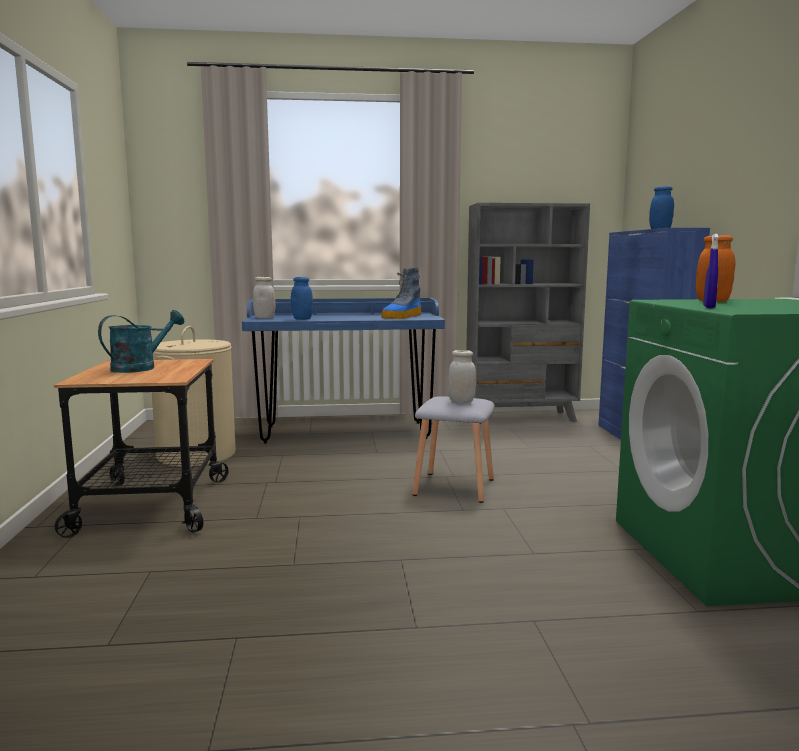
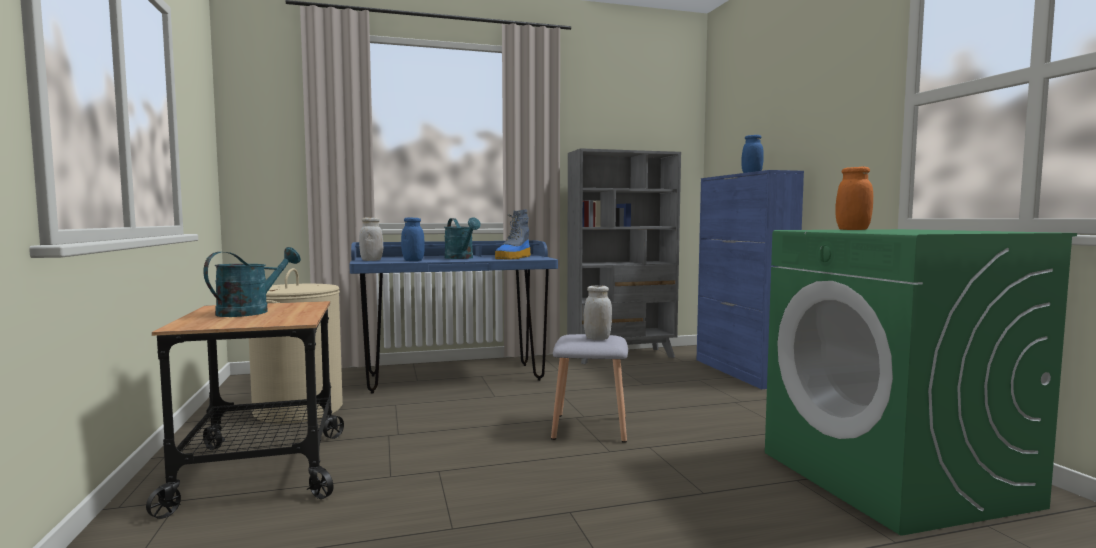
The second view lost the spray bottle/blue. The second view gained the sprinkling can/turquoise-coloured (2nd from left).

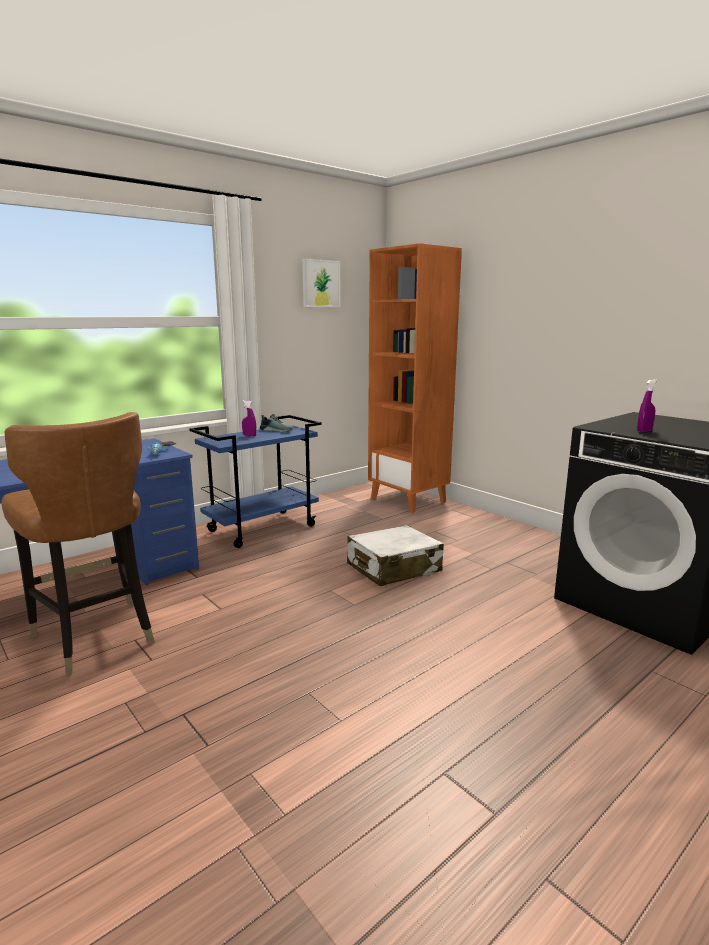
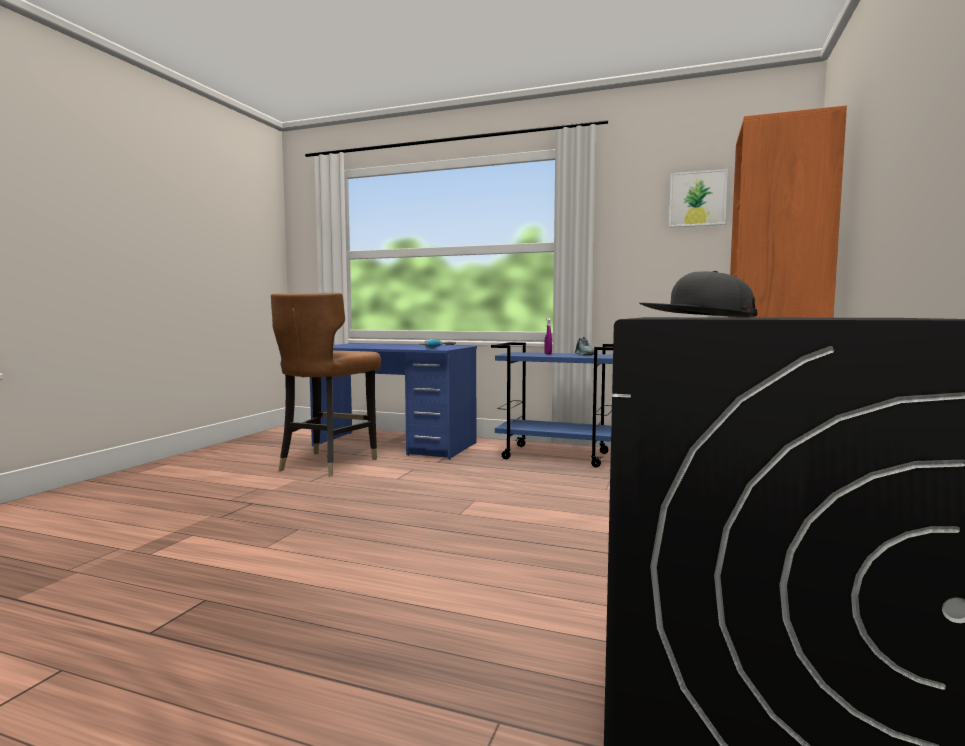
Where the spray bottle/purplish (2nd from left) stood, the cap/gray came to stand. The second view lost the suitcase/white.

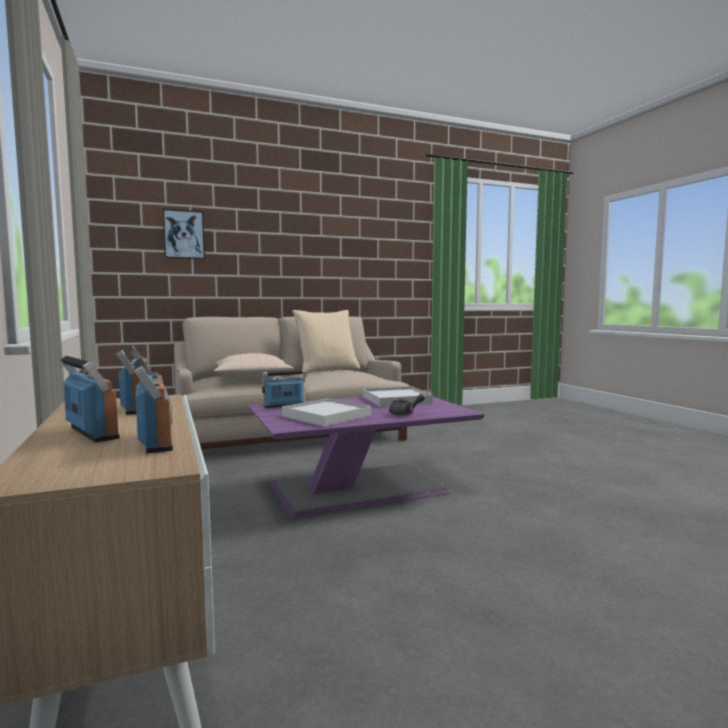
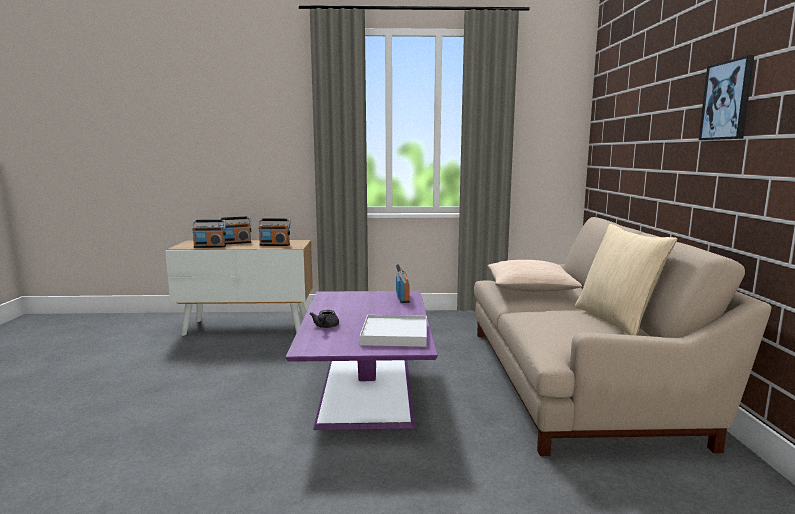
The picture ended up elsewhere. The second view lost the tray/white (1st from left).

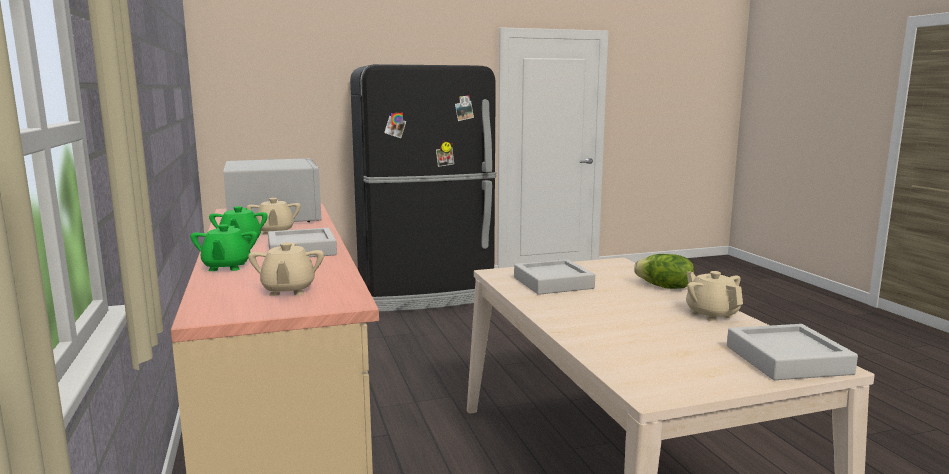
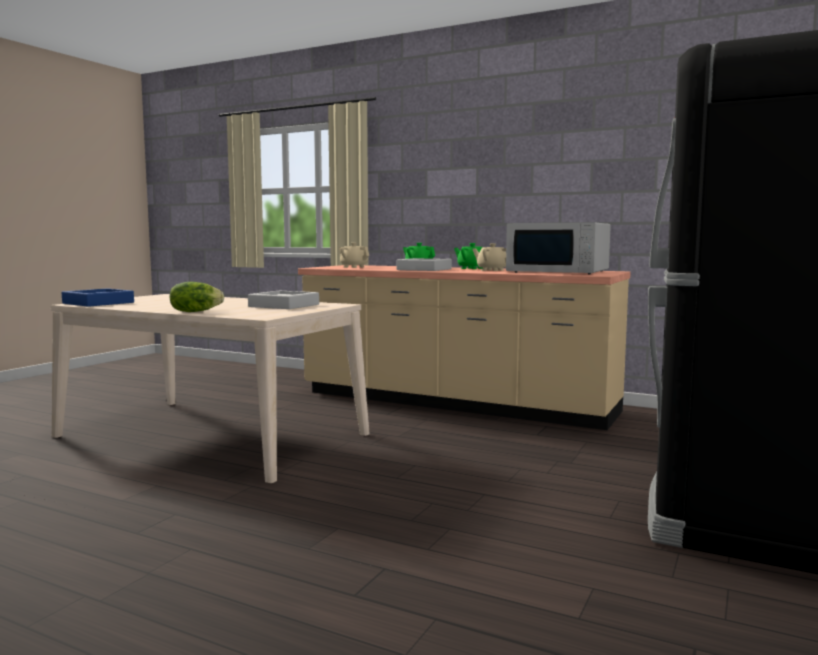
The second view lost the pot for tea/beige (3rd from left). What was the tray/gray (3rd from left) turned into the tray/blue.

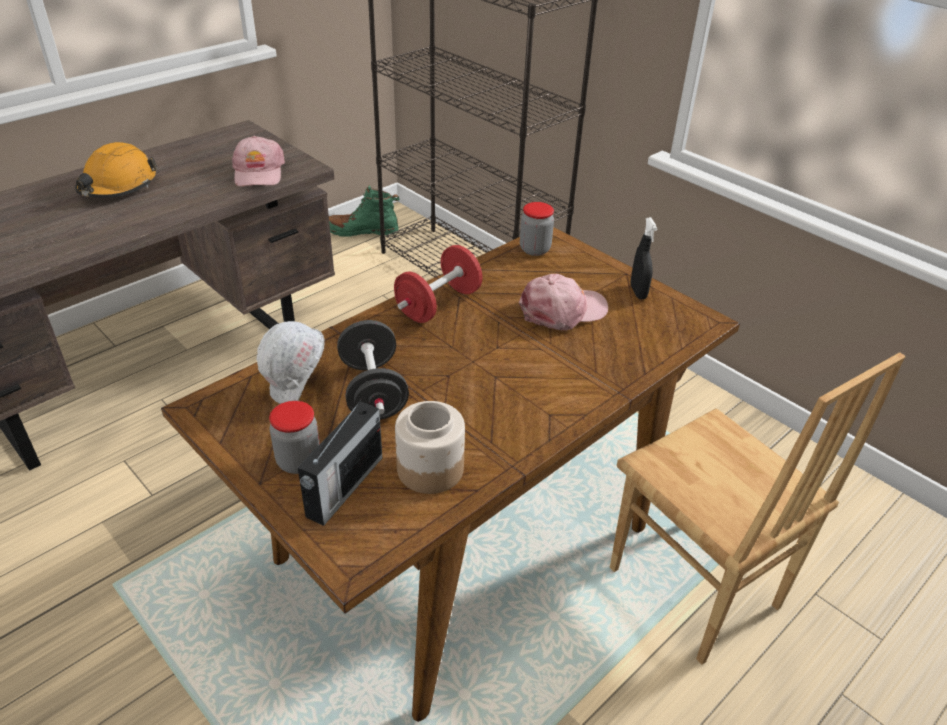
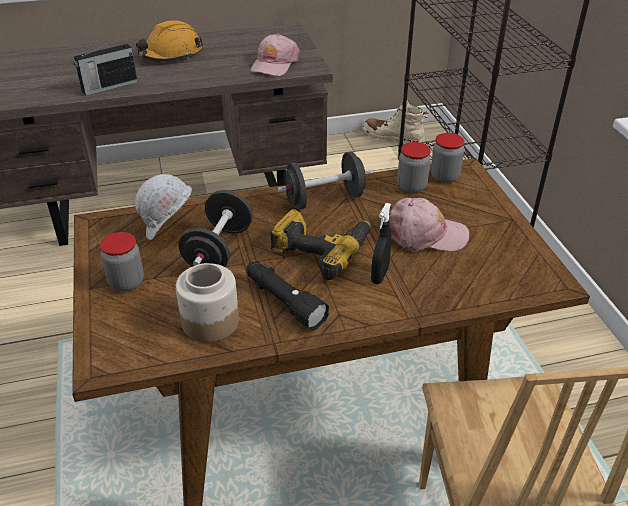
What was the high-top boot/greenish turned into the high-top boot/beige. The spray bottle/black-coloured ended up elsewhere. What was the free weight/red-coloured turned into the free weight/black-coloured (2nd from left). The radio receiver ended up elsewhere. The second view gained the storage jar (3rd from left). The second view gained the power drill. The second view gained the flashlight/black-coloured.

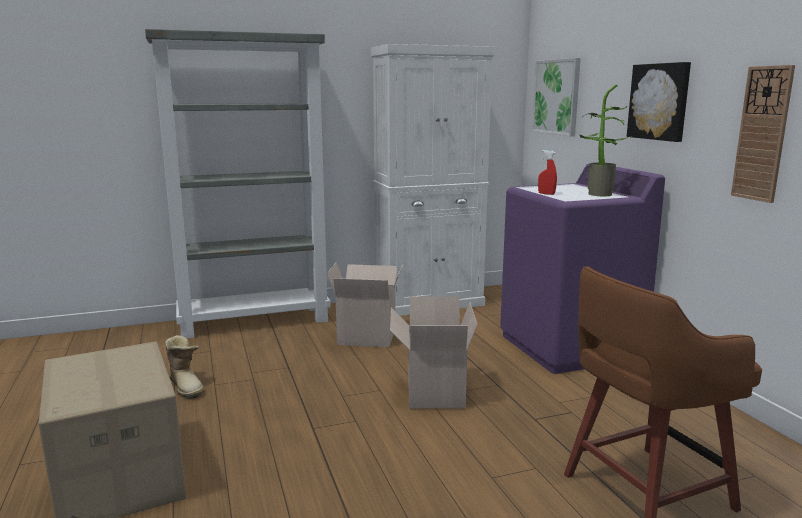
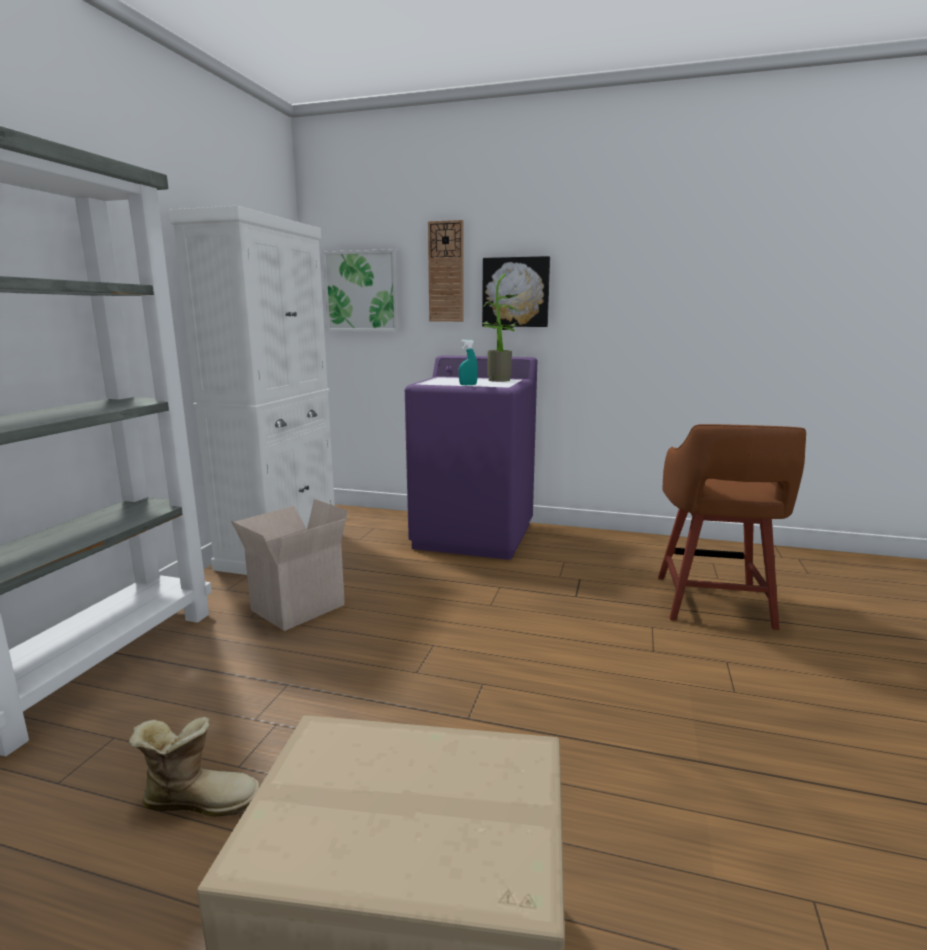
The hanging clock ended up elsewhere. What was the spray bottle/red-coloured turned into the spray bottle/turquoise-coloured. The second view lost the cardboard box (3rd from left).

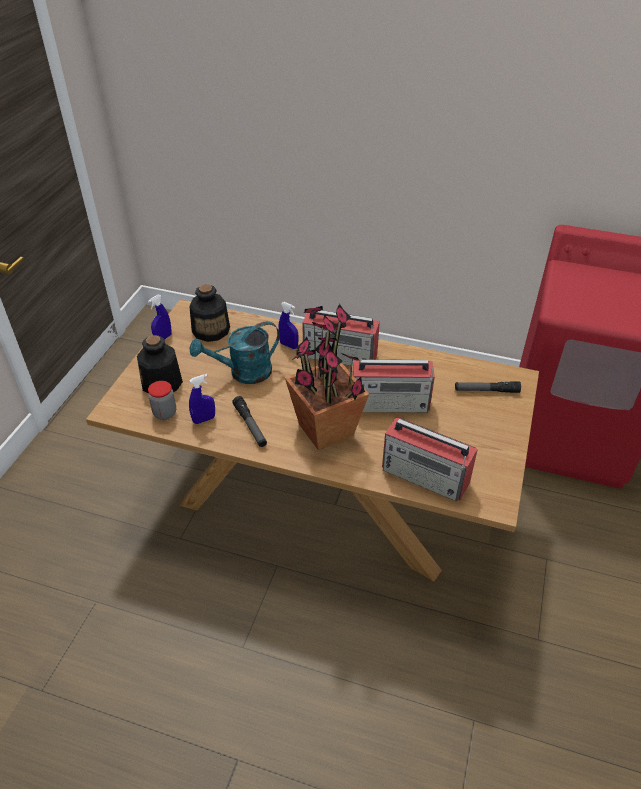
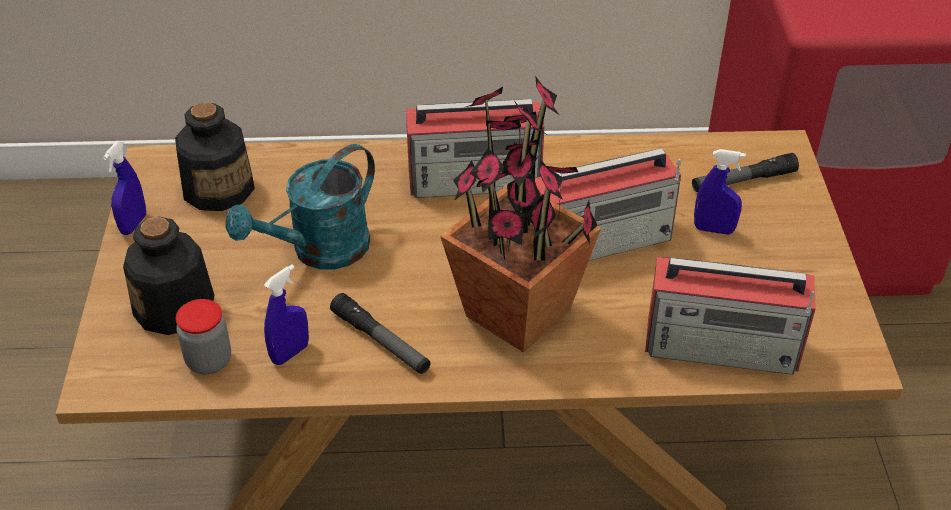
The spray bottle/blue (3rd from left) ended up elsewhere.

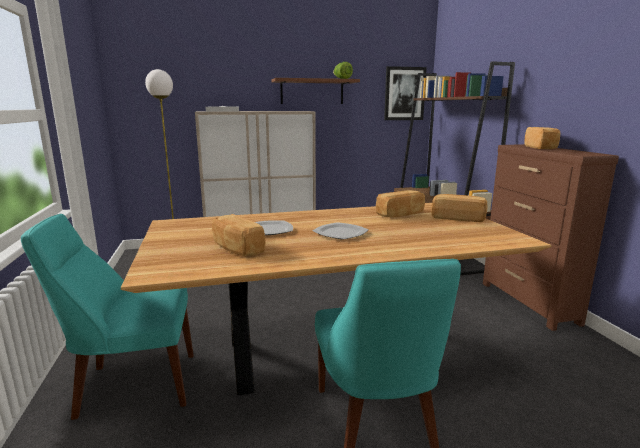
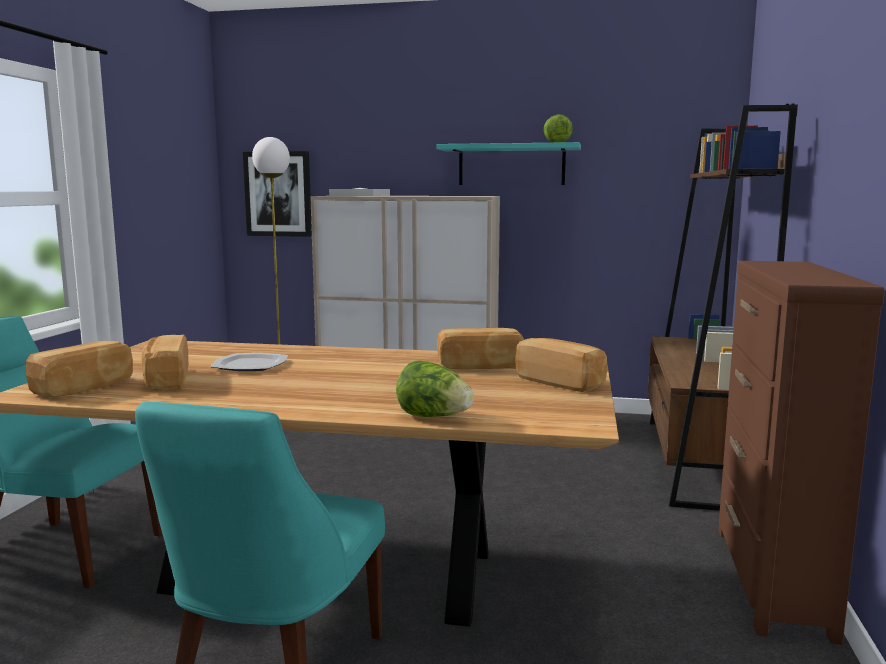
The picture ended up elsewhere. What was the bracket shelf/brownish turned into the bracket shelf/turquoise-coloured. The bread (4th from left in the first image) ended up elsewhere. The second view lost the plate (2nd from left). The second view gained the lettuce head (1st from left).

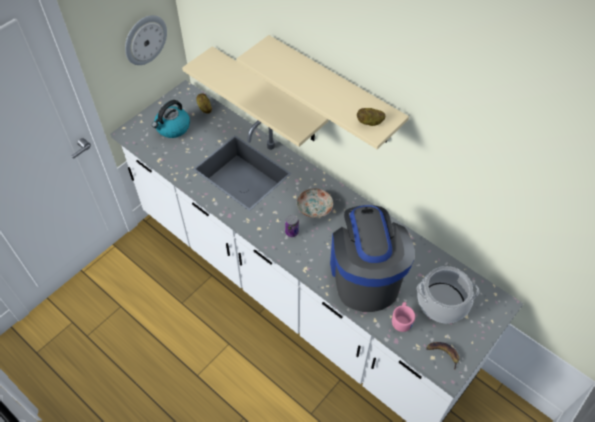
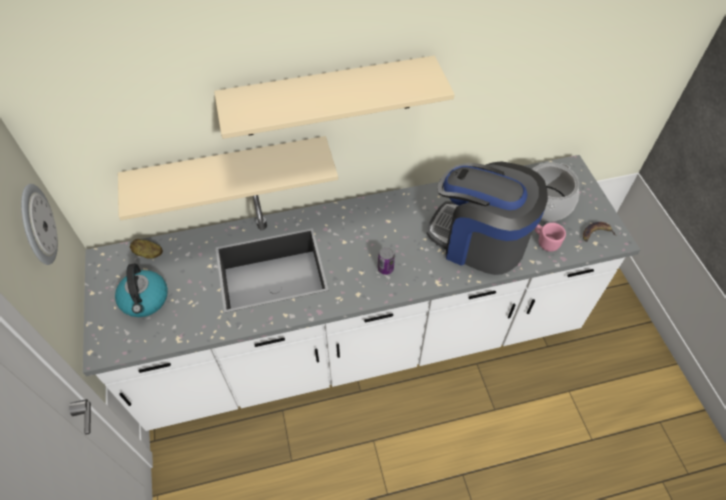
The second view lost the potato (2nd from left). The second view lost the plate.

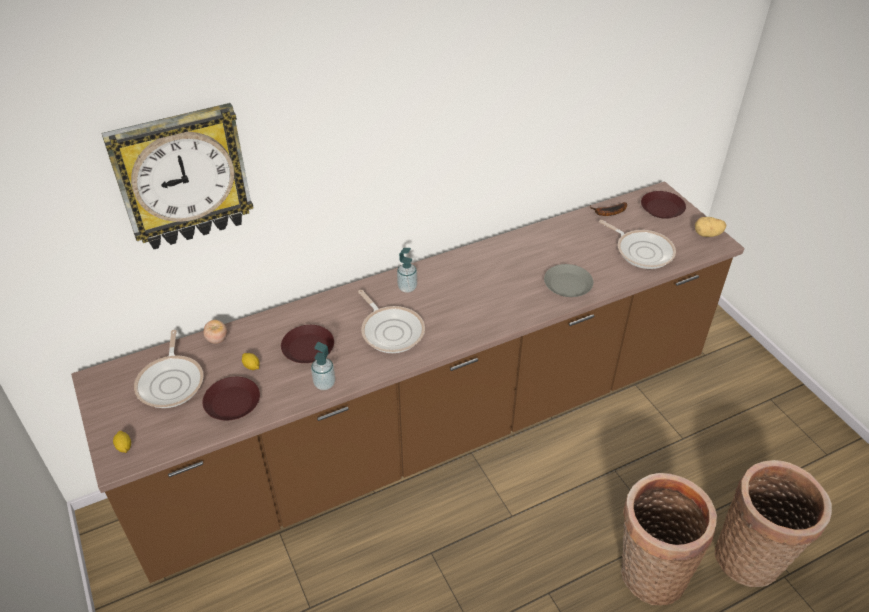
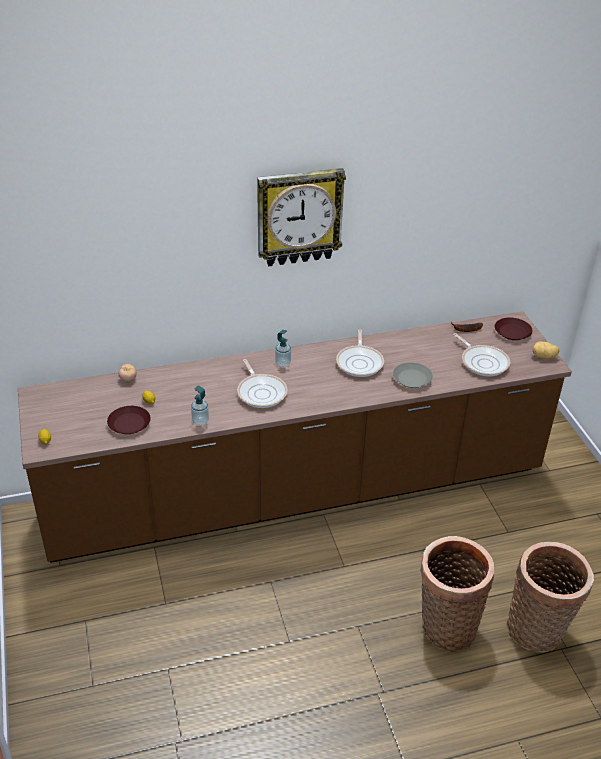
The hanging clock ended up elsewhere. The second view lost the plate/brownish (2nd from left). The pan (1st from left in the first image) ended up elsewhere.

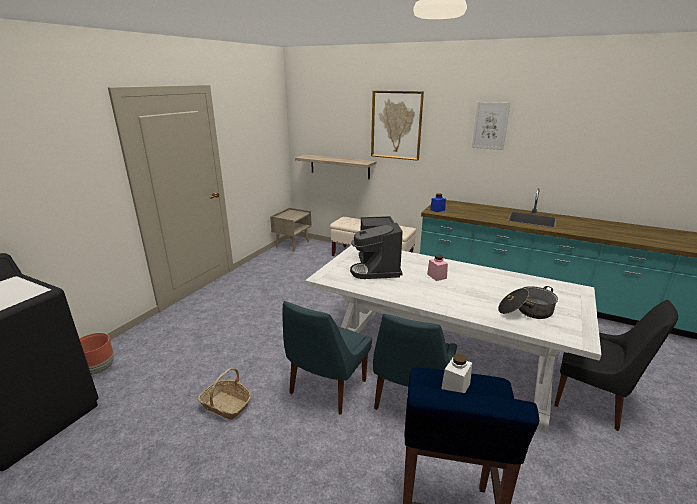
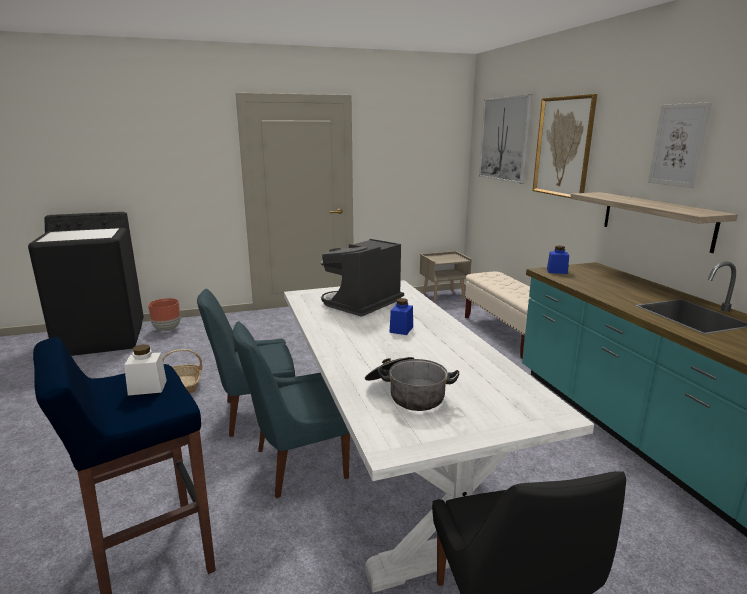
The bracket shelf ended up elsewhere. What was the storage jar/pink-coloured turned into the storage jar/blue (1st from left). The second view gained the picture (1st from left).

